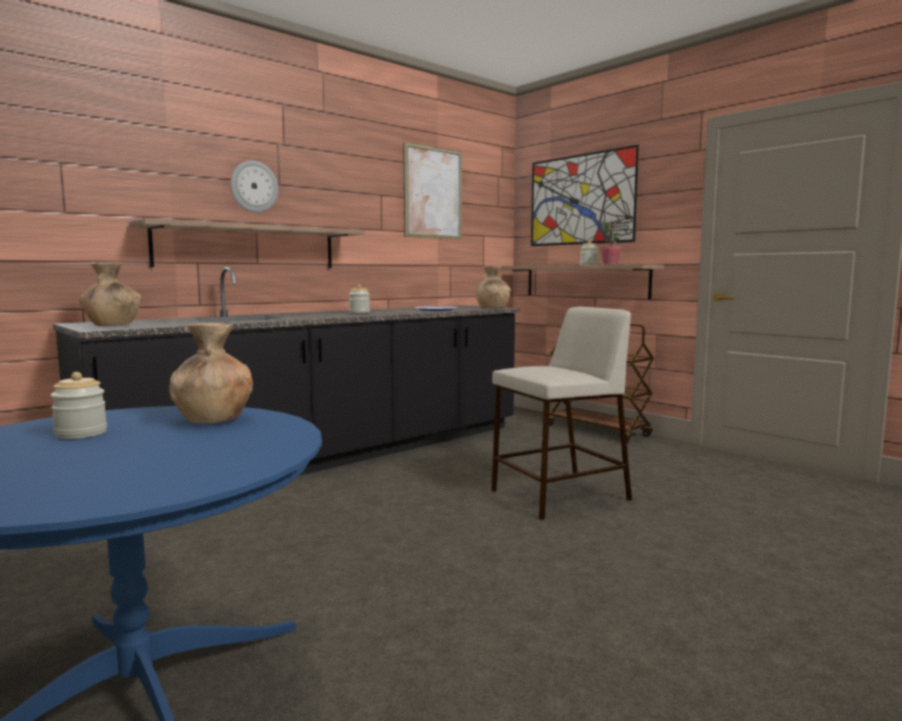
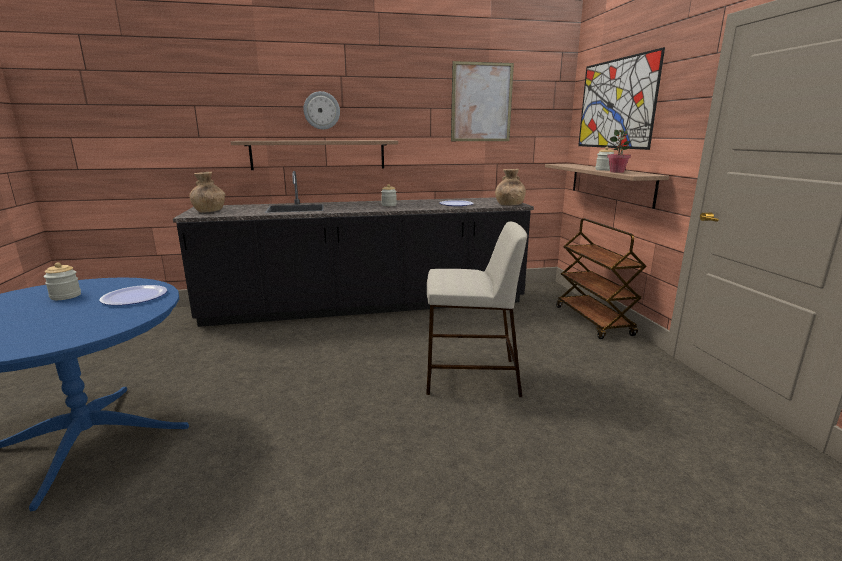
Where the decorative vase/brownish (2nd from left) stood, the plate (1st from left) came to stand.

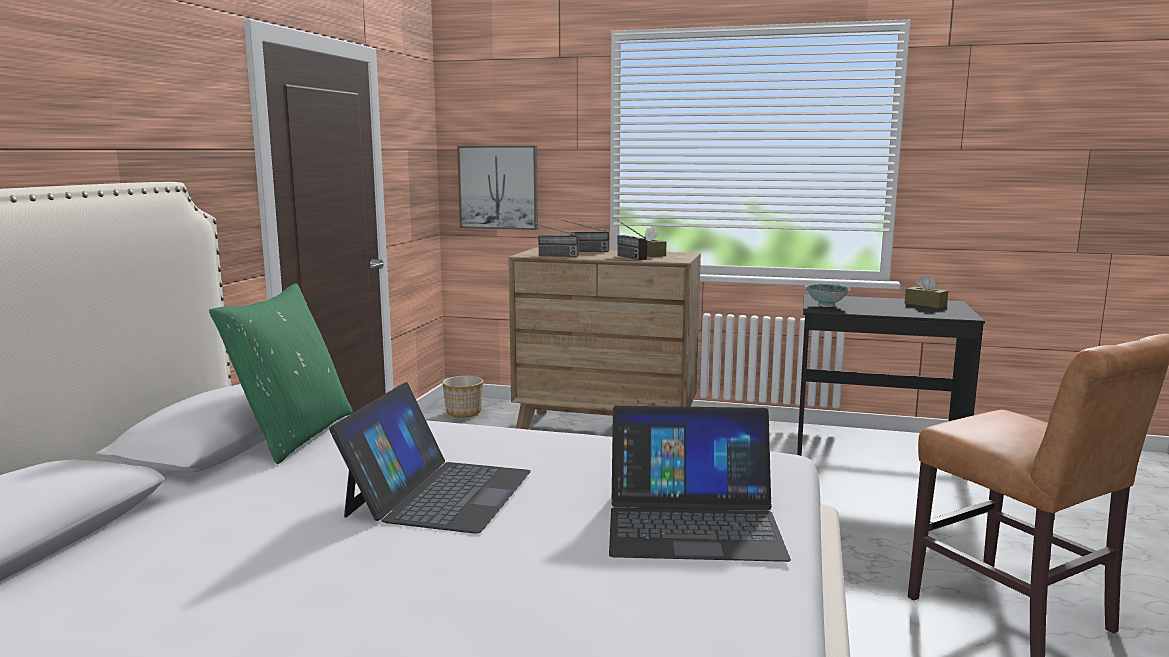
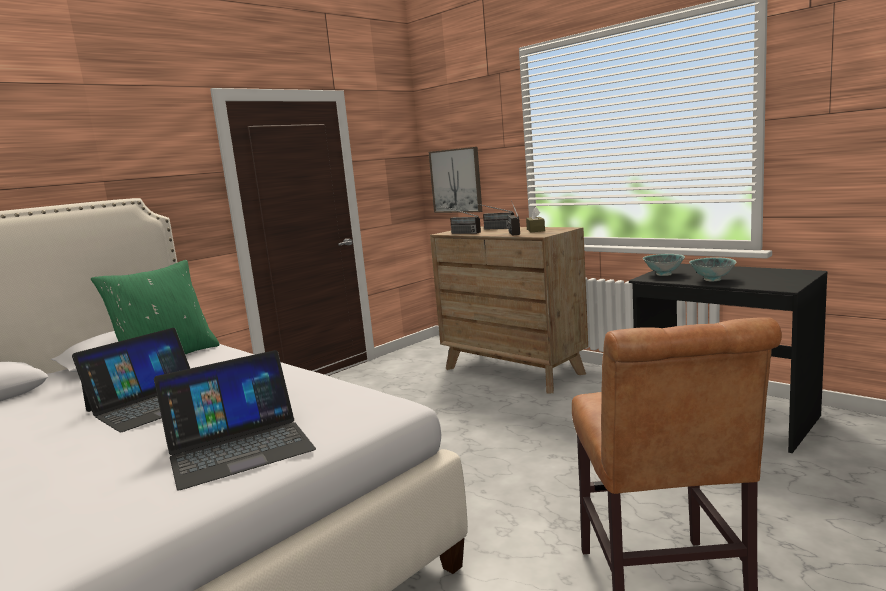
The second view lost the box of tissues/brownish (2nd from left). The second view lost the plant pot. The portable computer (2nd from left) ended up facing another way, 60 degrees counterclockwise from before. The second view gained the bowl (2nd from left).

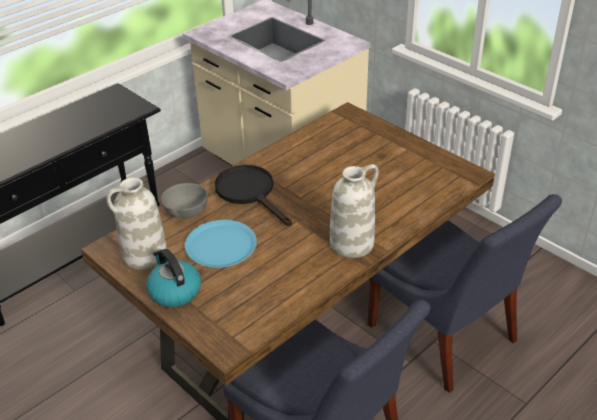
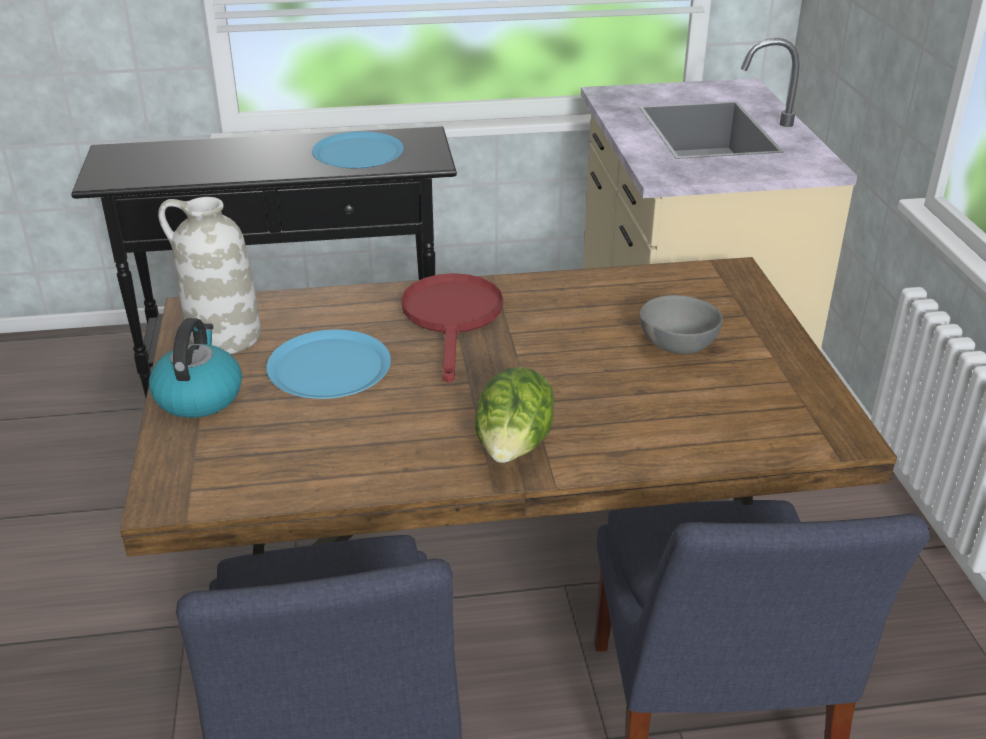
Where the decorative vase/white (2nd from left) stood, the lettuce head came to stand. What was the pan/black-coloured turned into the pan/red-coloured. The bowl/gray ended up elsewhere. The second view gained the plate/blue (2nd from left).

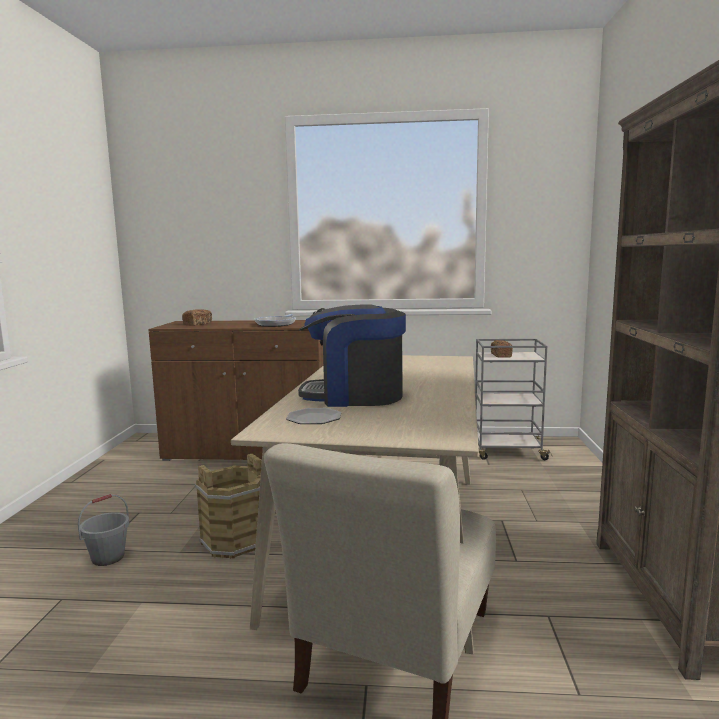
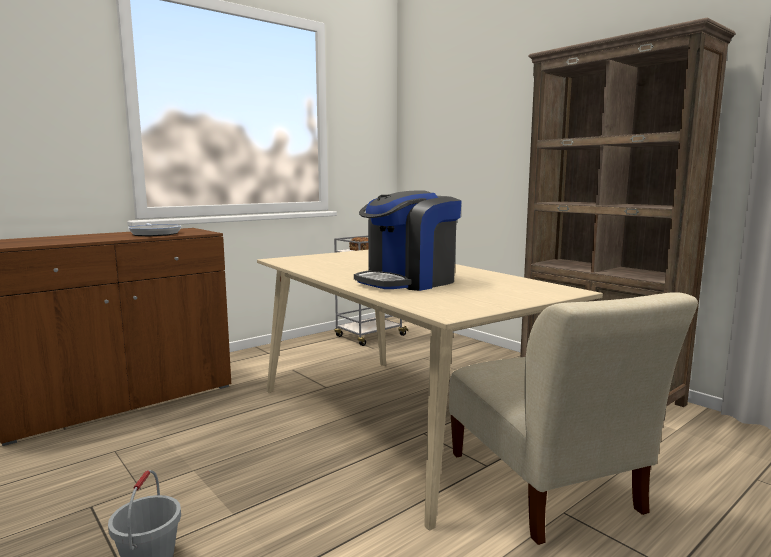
The second view lost the bread (1st from left). The second view lost the plate. The second view lost the bucket/brownish.

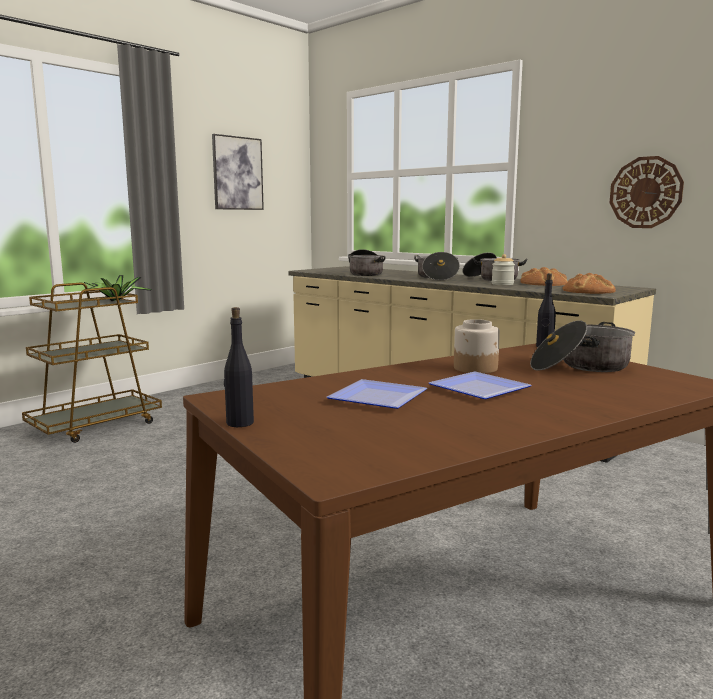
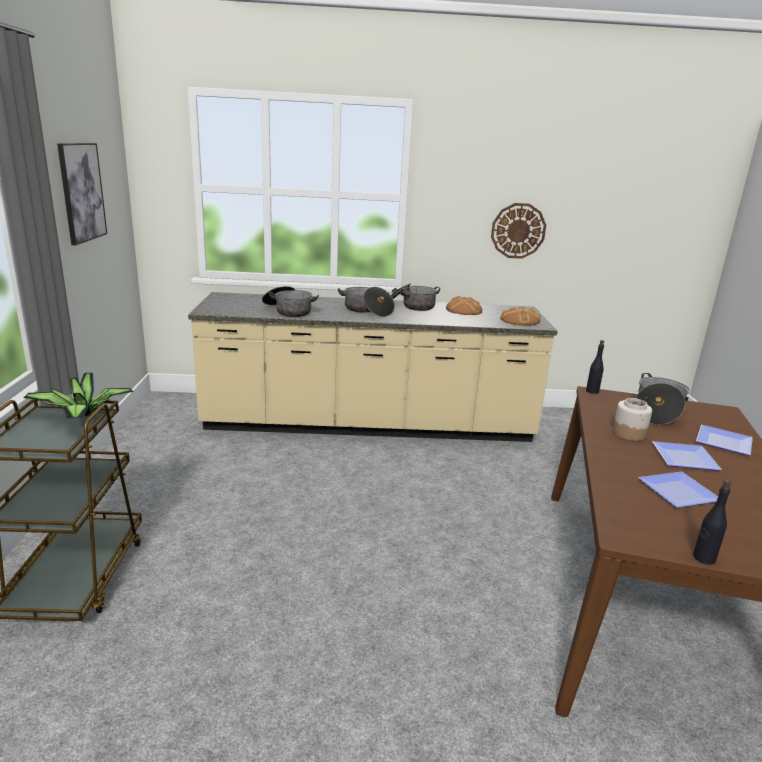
The second view lost the storage jar (2nd from left). The second view gained the plate (3rd from left).

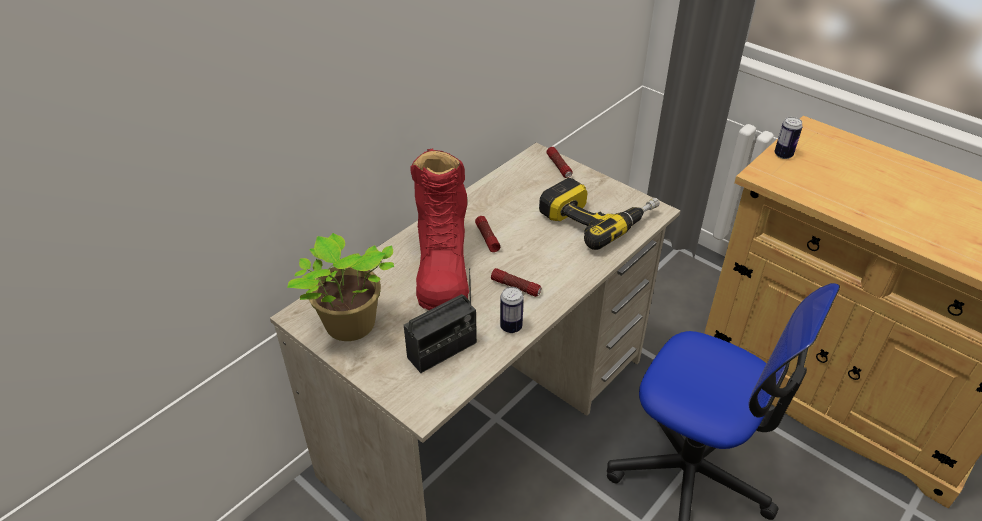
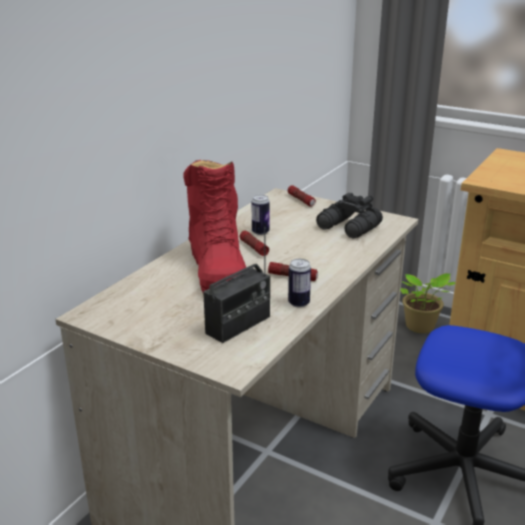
The sealed can (2nd from left in the first image) ended up elsewhere. Where the power drill stood, the binoculars/black-coloured came to stand. The plant in a pot ended up elsewhere.

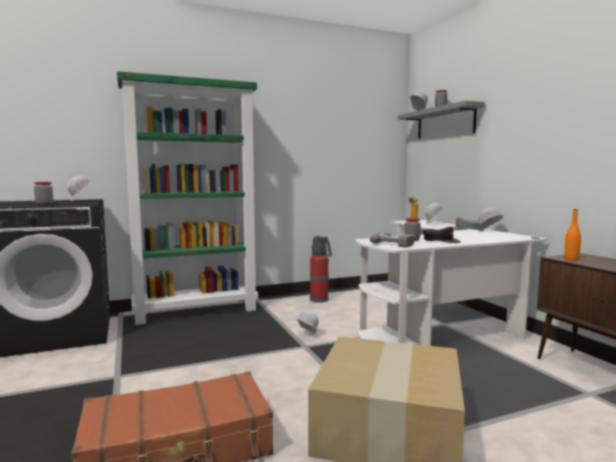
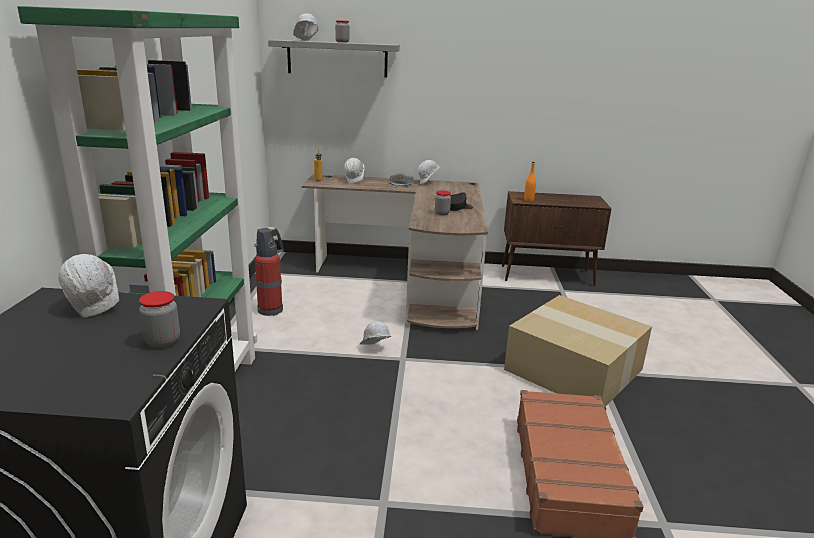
What was the desk/white turned into the desk/brownish. The second view lost the power drill.

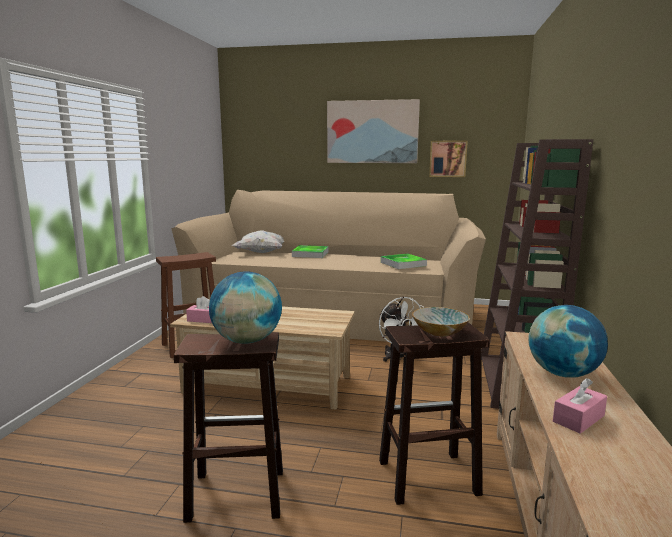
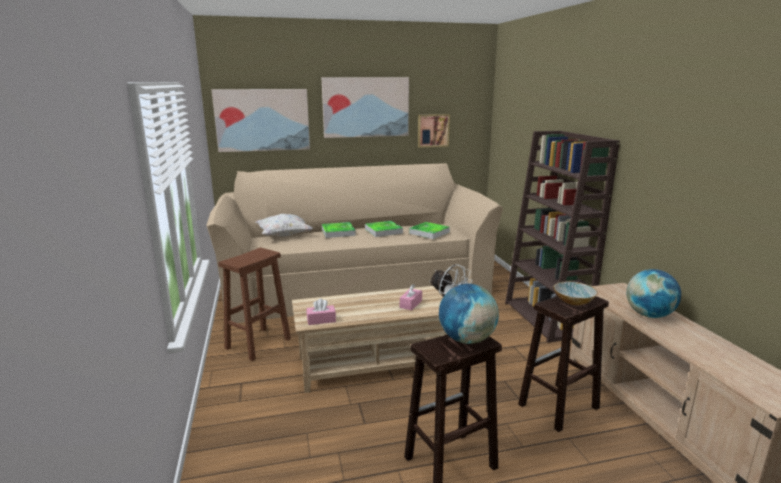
The box of tissues/pink-coloured (2nd from left) ended up elsewhere. The second view gained the picture (1st from left). The second view gained the tray (2nd from left).

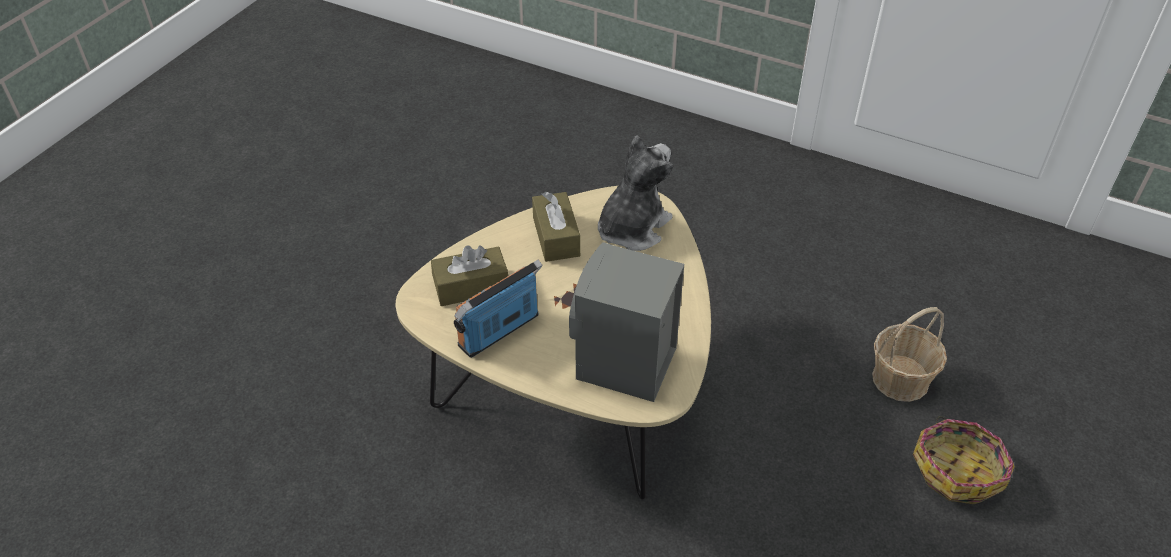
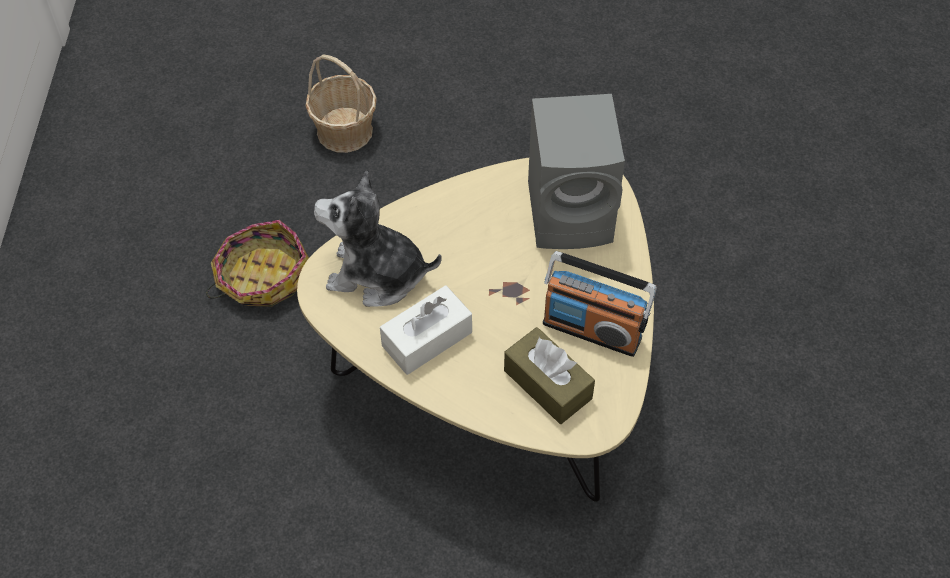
What was the box of tissues/brownish (2nd from left) turned into the box of tissues/white. The storage basket (2nd from left in the first image) ended up elsewhere.

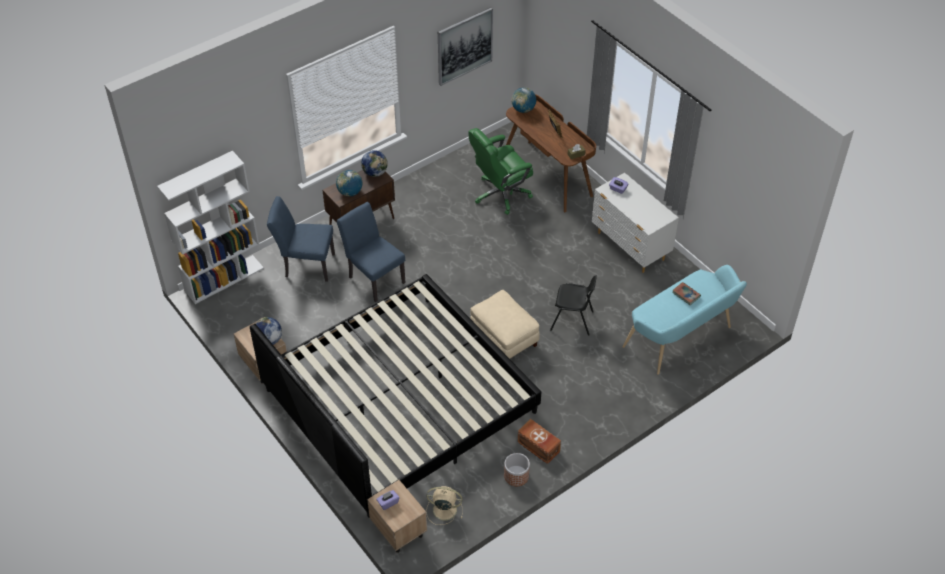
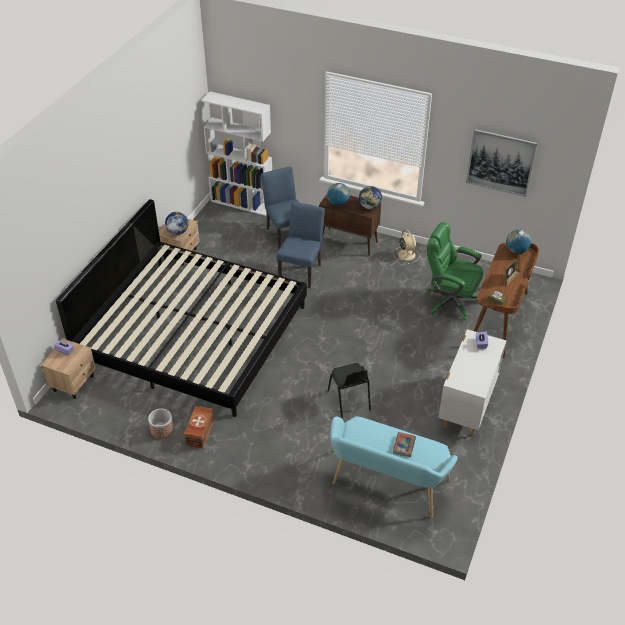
The second view lost the footrest/beige. The electric fan/beige ended up elsewhere.

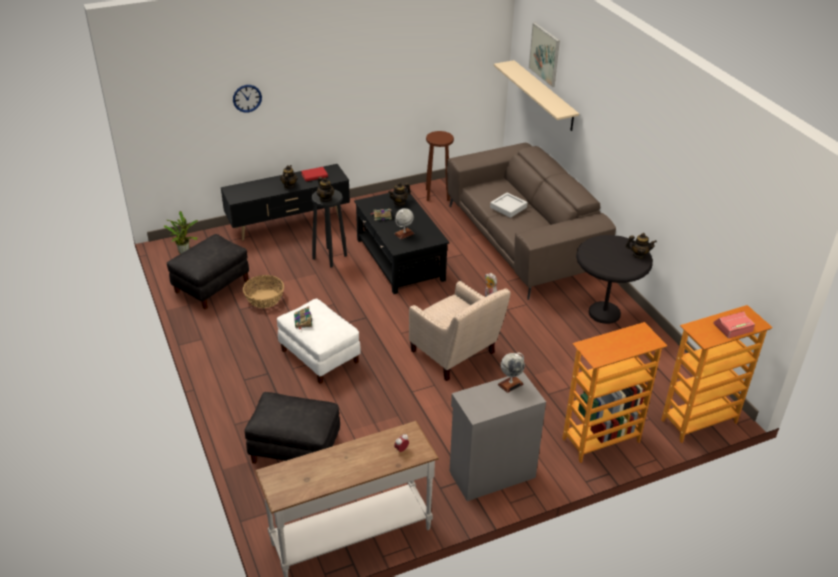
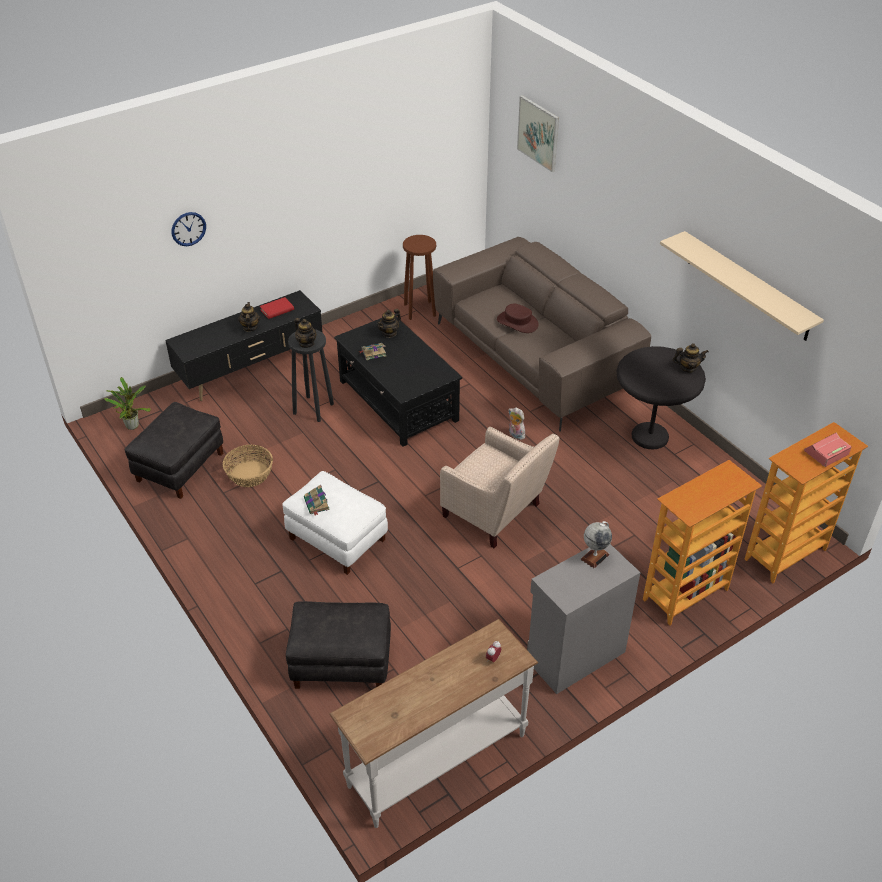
The bracket shelf/beige ended up elsewhere. Where the tray/gray stood, the wearable hat/brownish came to stand. The second view lost the globe (1st from left).

